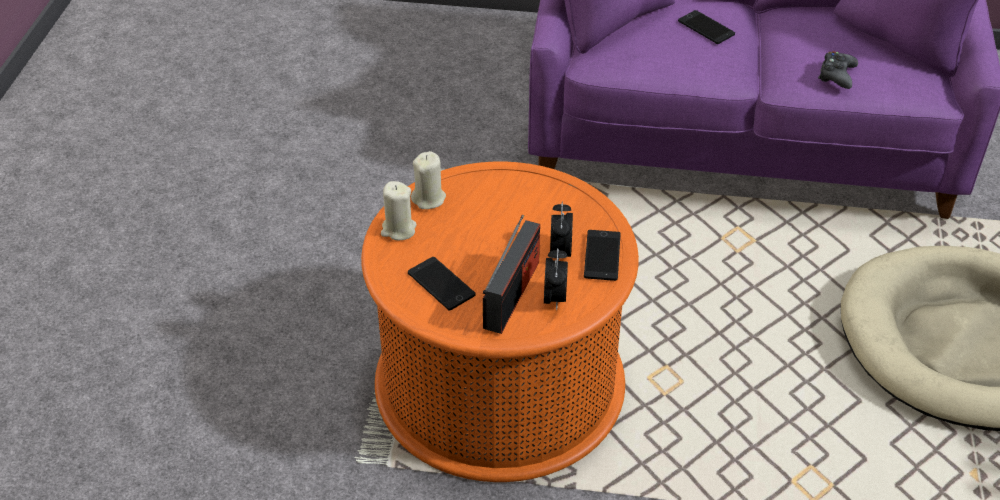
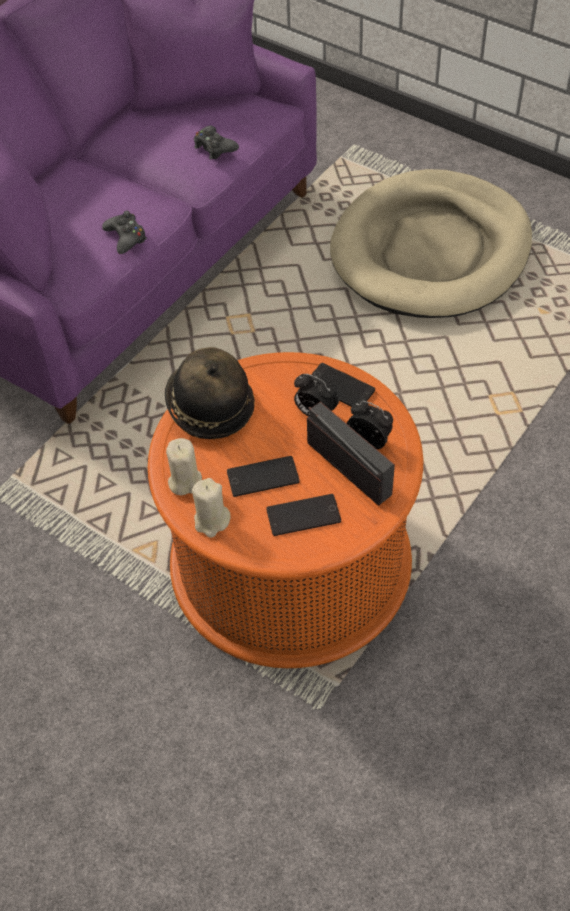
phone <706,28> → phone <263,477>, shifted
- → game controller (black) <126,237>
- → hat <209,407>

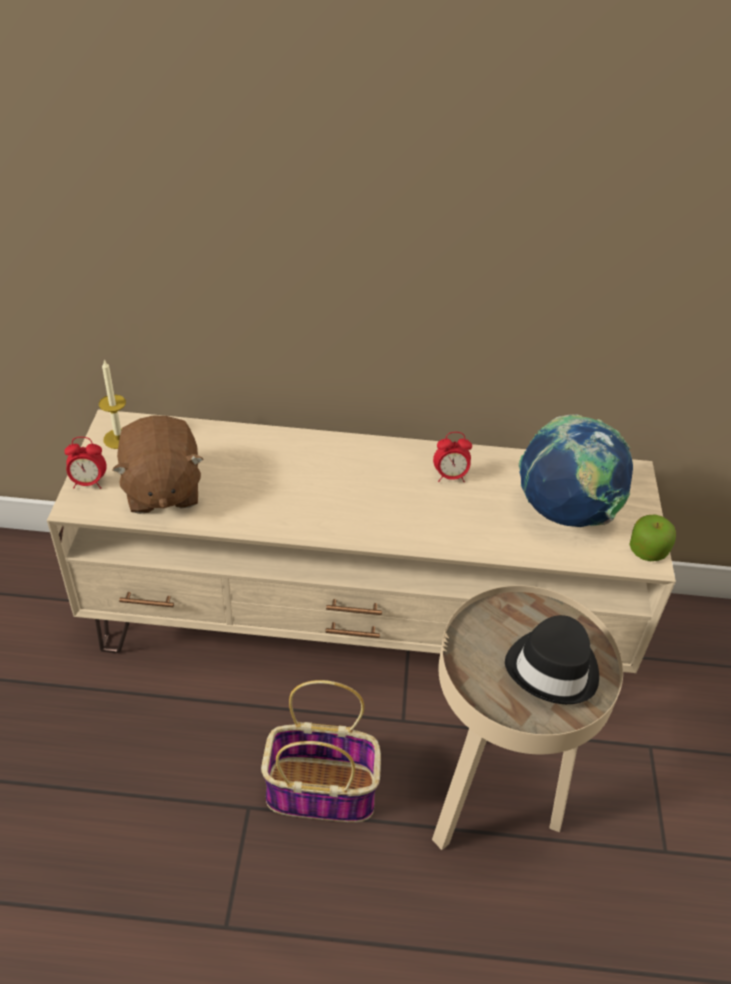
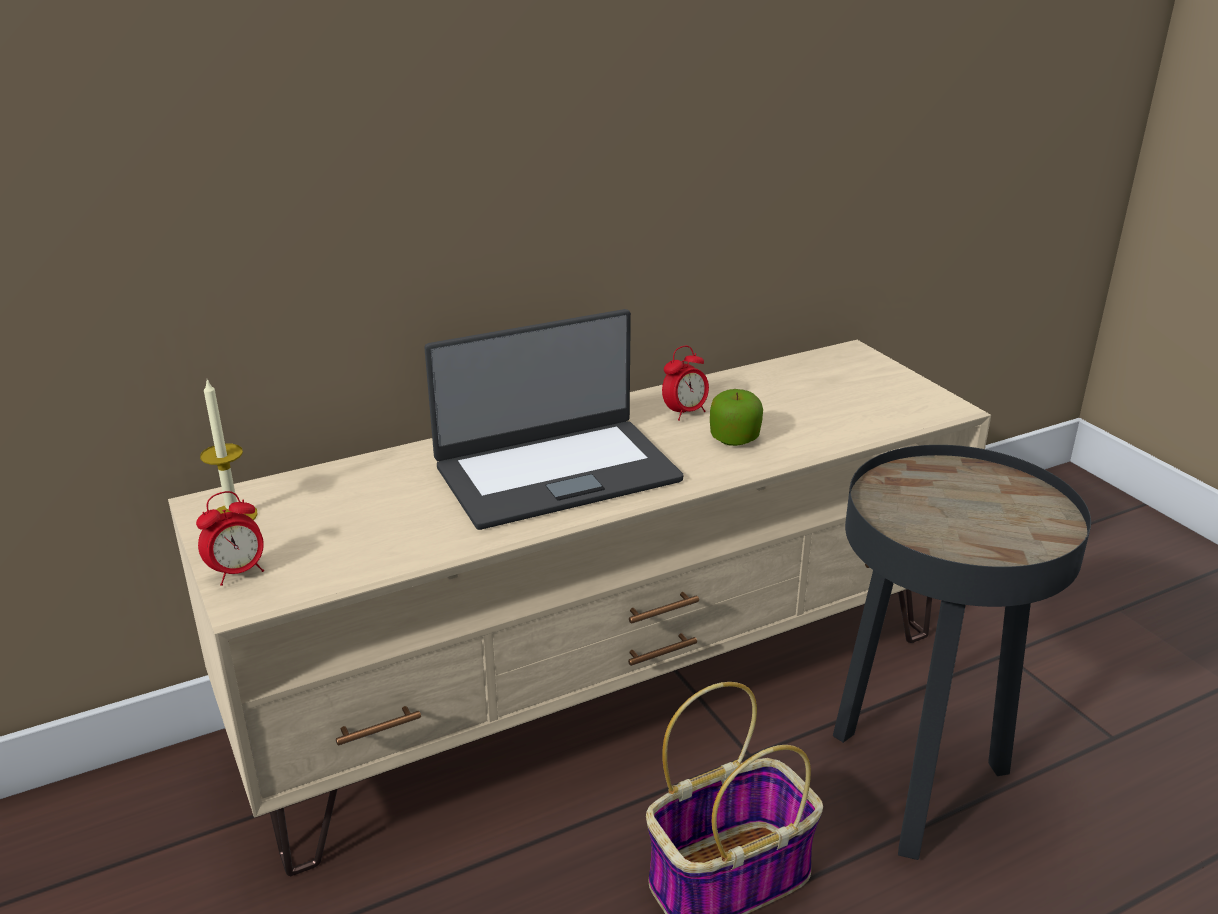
globe <565,513> → -
plush toy (brown) <161,489> → -
apple <647,550> → apple <734,438>, shifted
side table (beige) <490,802> → side table (black) <916,785>
hat (black) <553,668> → -
- → laptop <556,472>

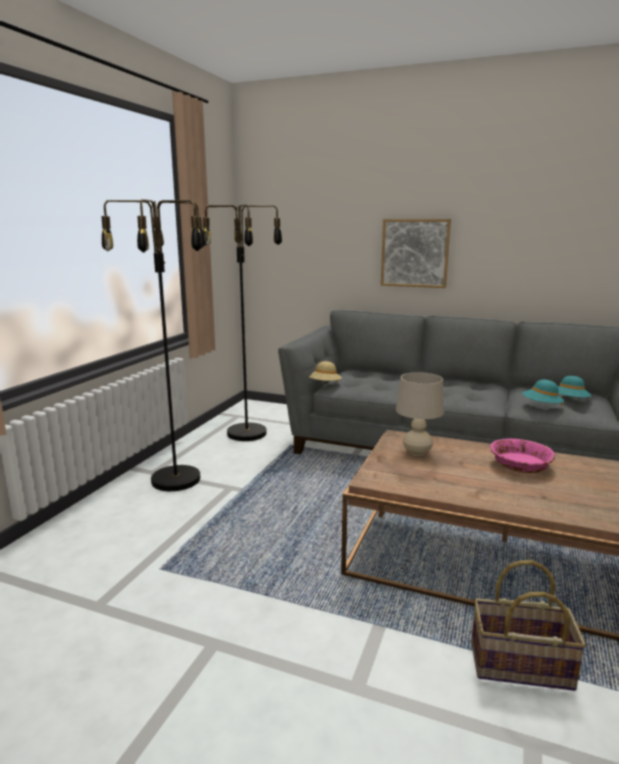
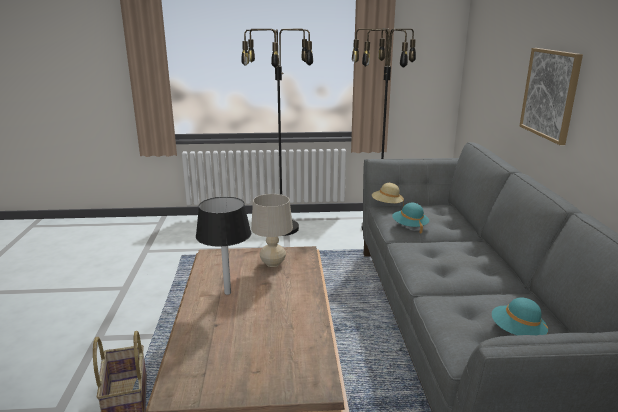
hat (turquoise) <541,406> → hat (turquoise) <409,226>, shifted
bowl (pink) <520,465> → -
- → table lamp (black) <227,293>

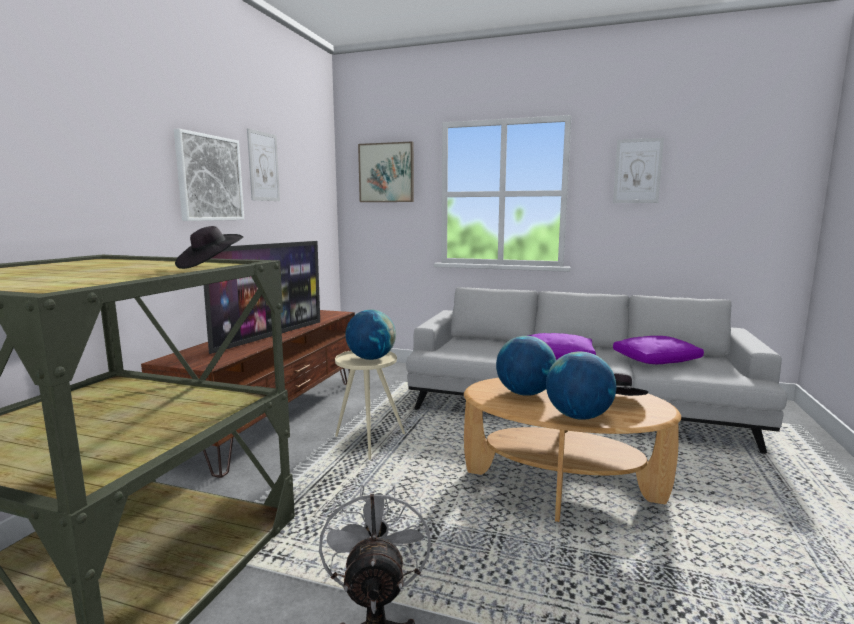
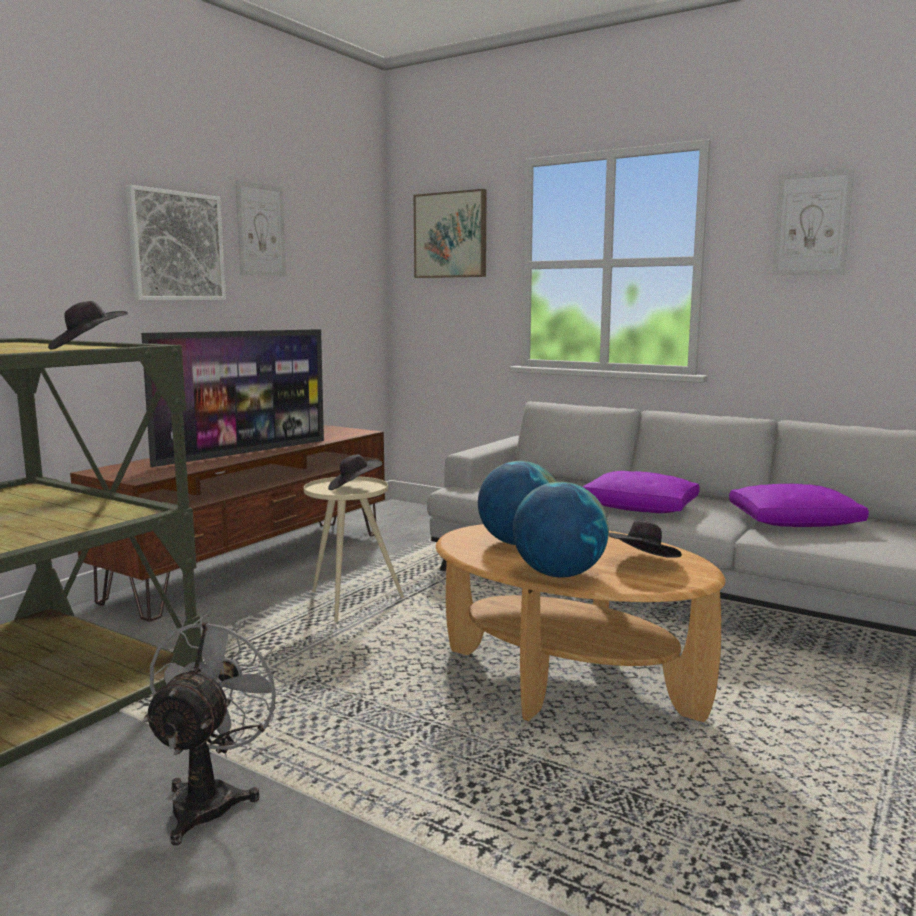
globe <371,358> → hat (black) <354,488>

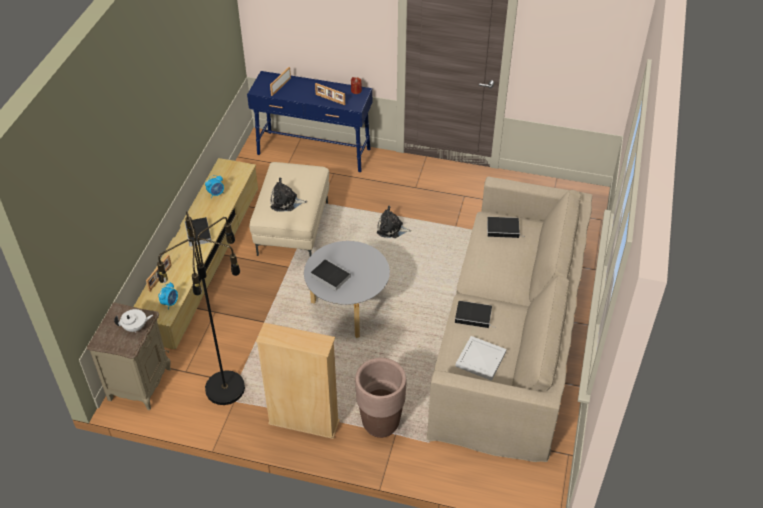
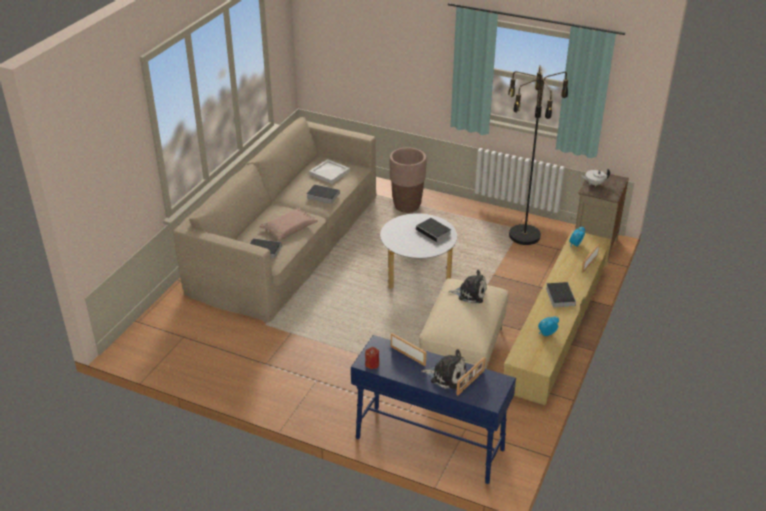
plush toy <391,229> → plush toy <446,376>, shifted
bookcase (beige) <304,422> → -
- → pillow (beige) <289,227>

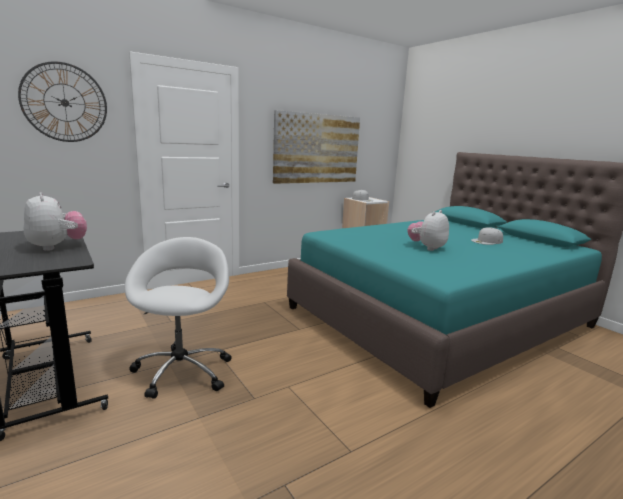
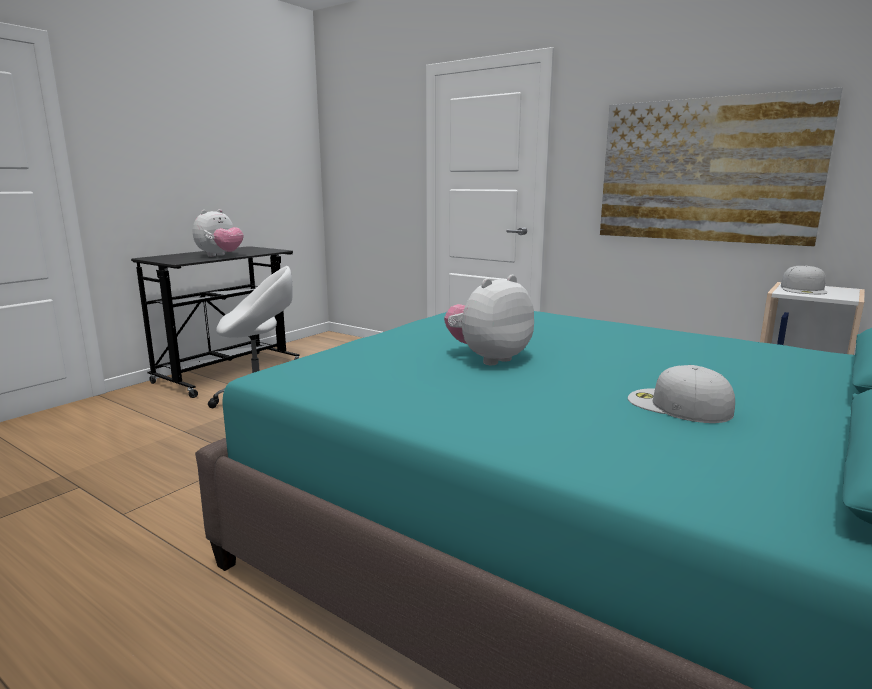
wall clock <64,102> → -
plush toy <427,248> → plush toy <488,359>, 60 degrees counterclockwise

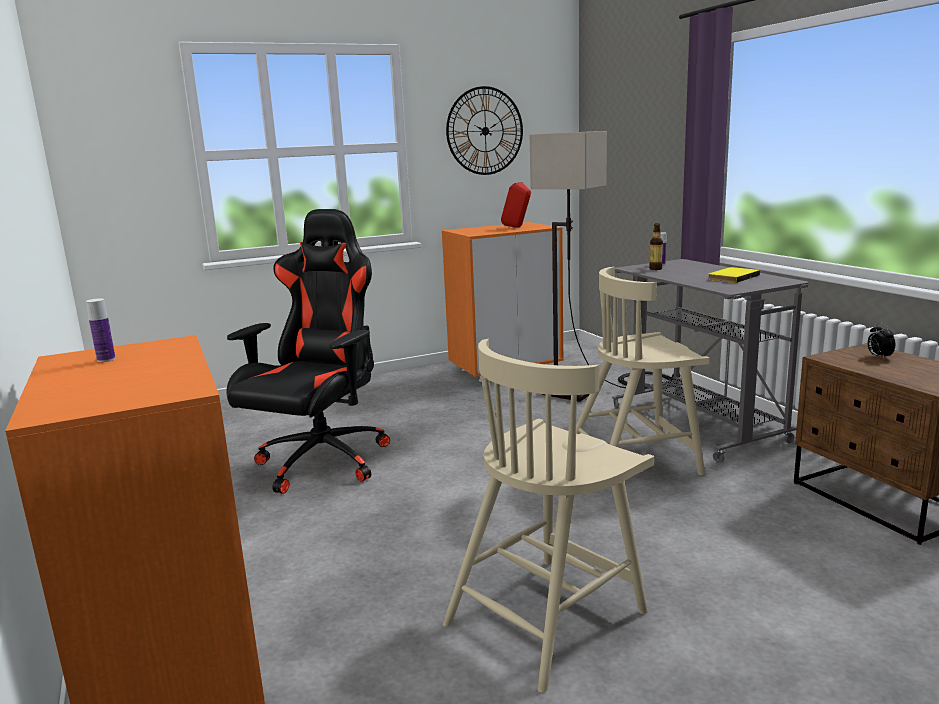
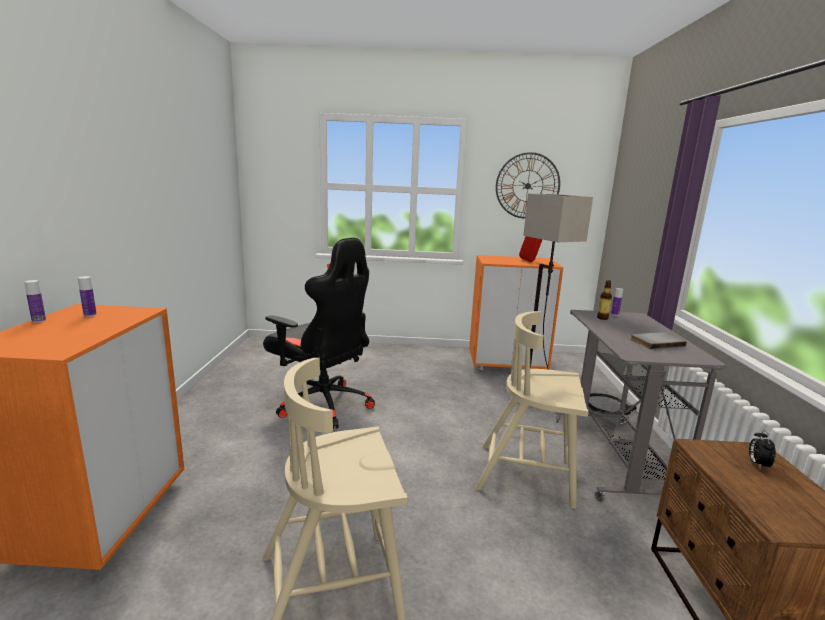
office chair (black) <317,466> → office chair (black) <318,402>, 75 degrees clockwise
book (yellow) <731,277> → book (grey) <655,342>
- → bottle <39,321>

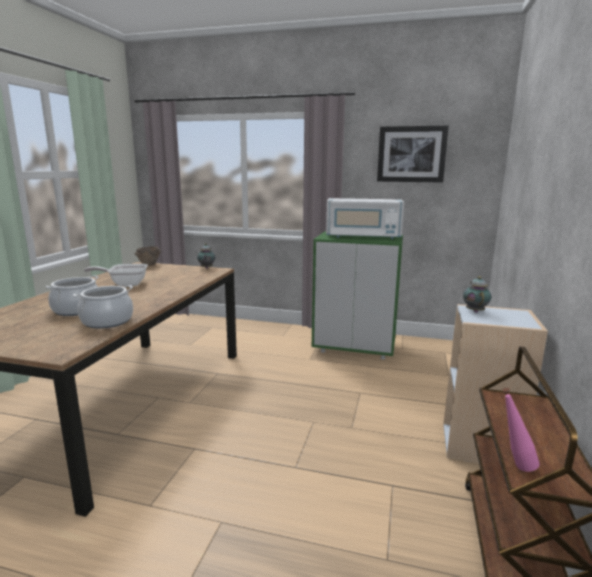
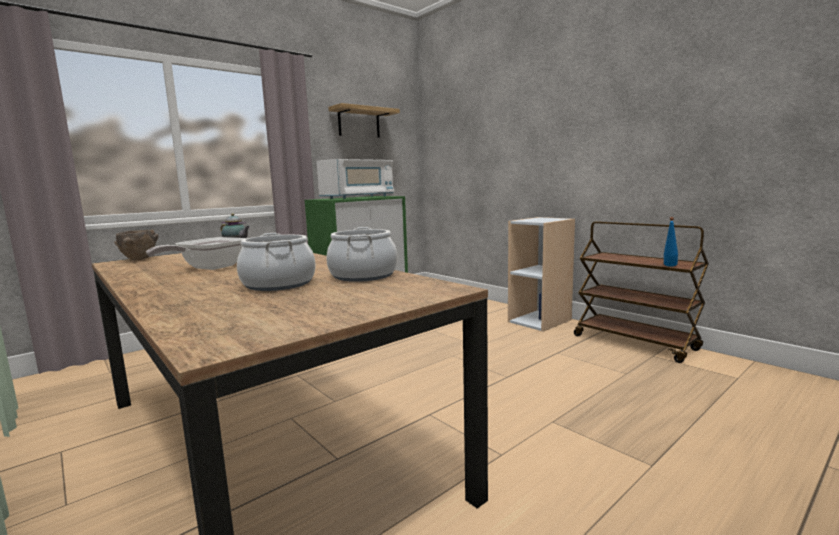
picture <411,154> → shelf <359,123>
teapot <474,311> → -
bottle (pink) <513,466> → bottle (blue) <669,266>

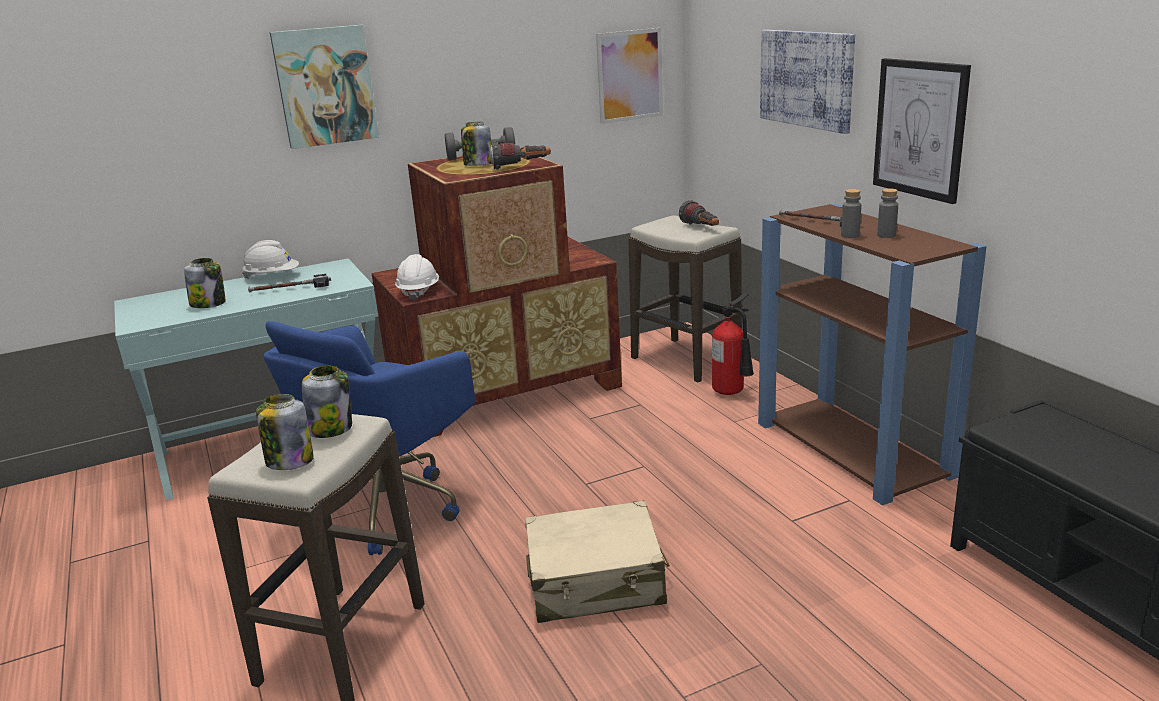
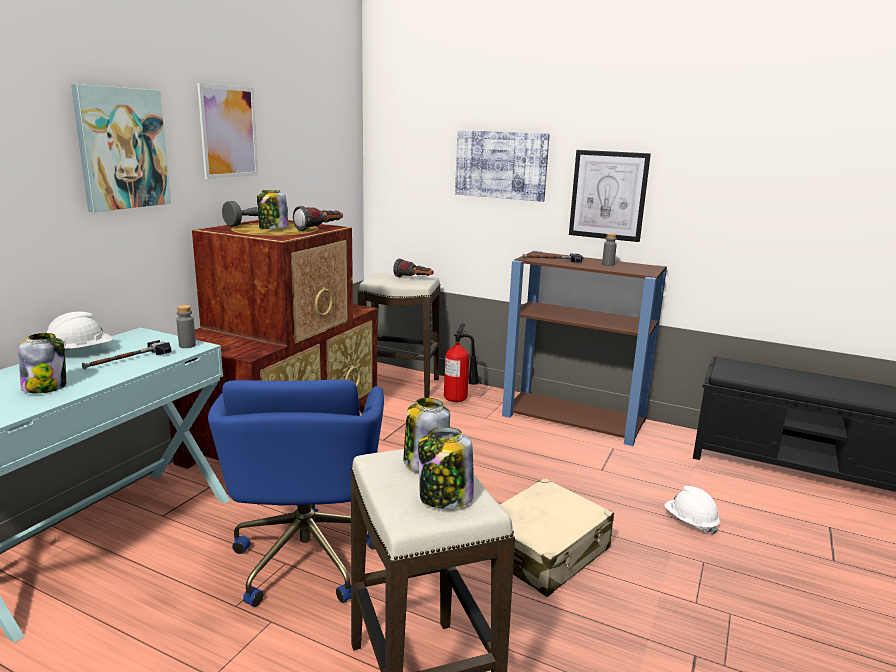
picture <630,75> → picture <229,132>, shifted
bottle (grey) <850,235> → bottle (grey) <187,345>, shifted
hard hat (white) <418,292> → hard hat (white) <690,522>, shifted

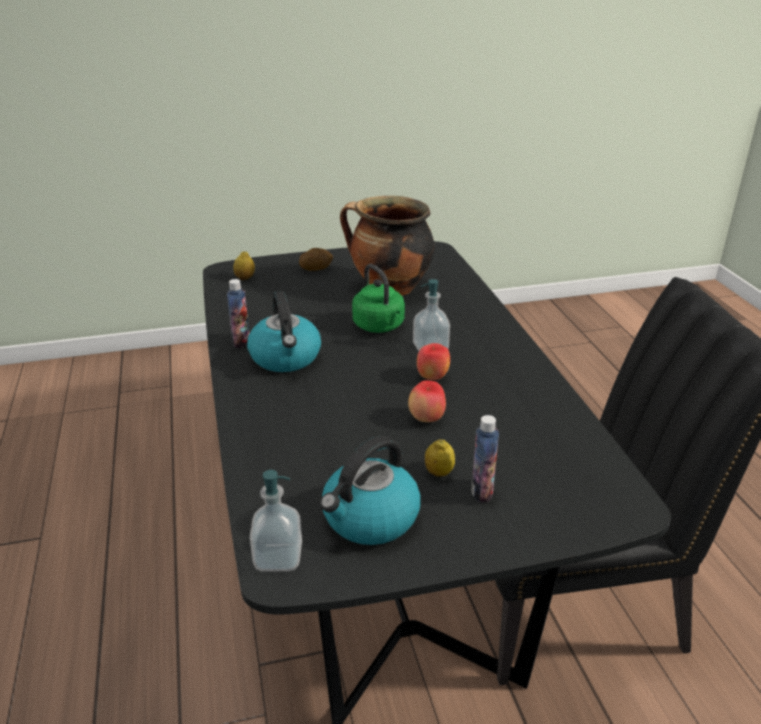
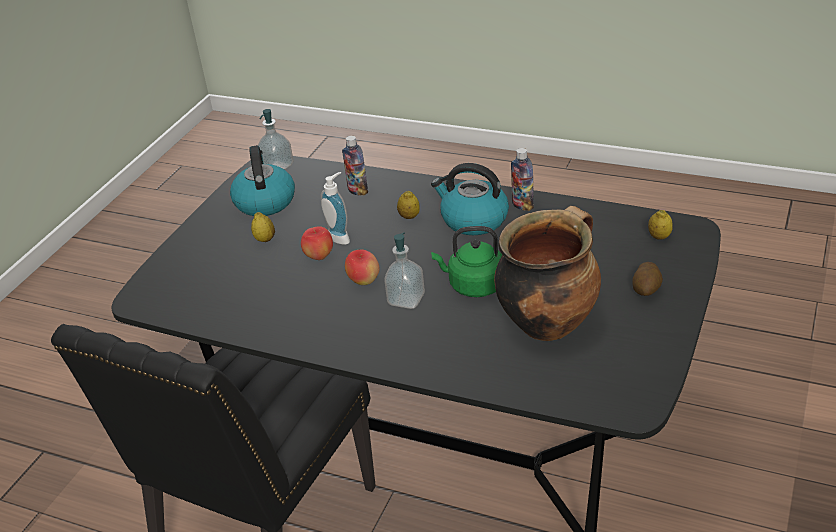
bottle <482,491> → bottle <358,191>, shifted
- → soap dispenser <341,237>
- → lemon <409,217>

